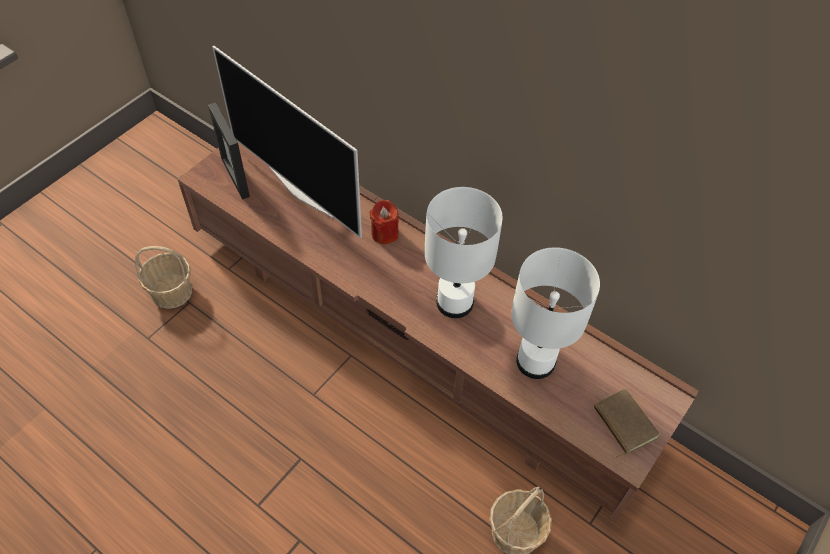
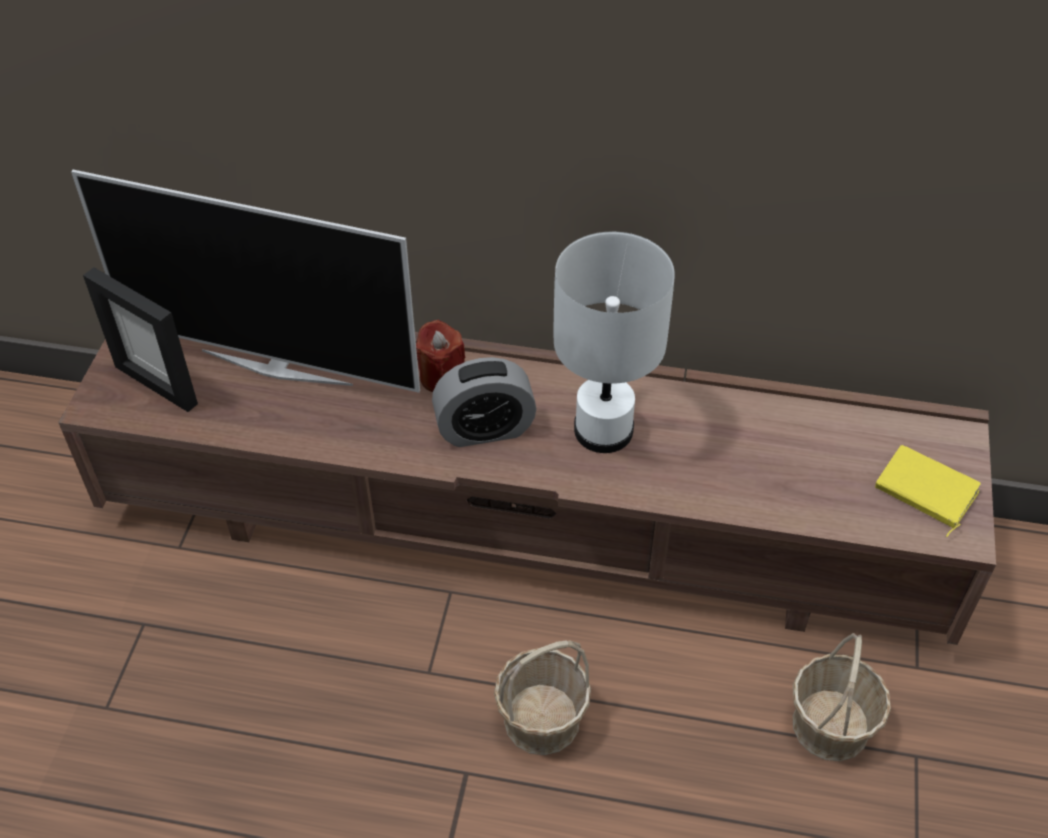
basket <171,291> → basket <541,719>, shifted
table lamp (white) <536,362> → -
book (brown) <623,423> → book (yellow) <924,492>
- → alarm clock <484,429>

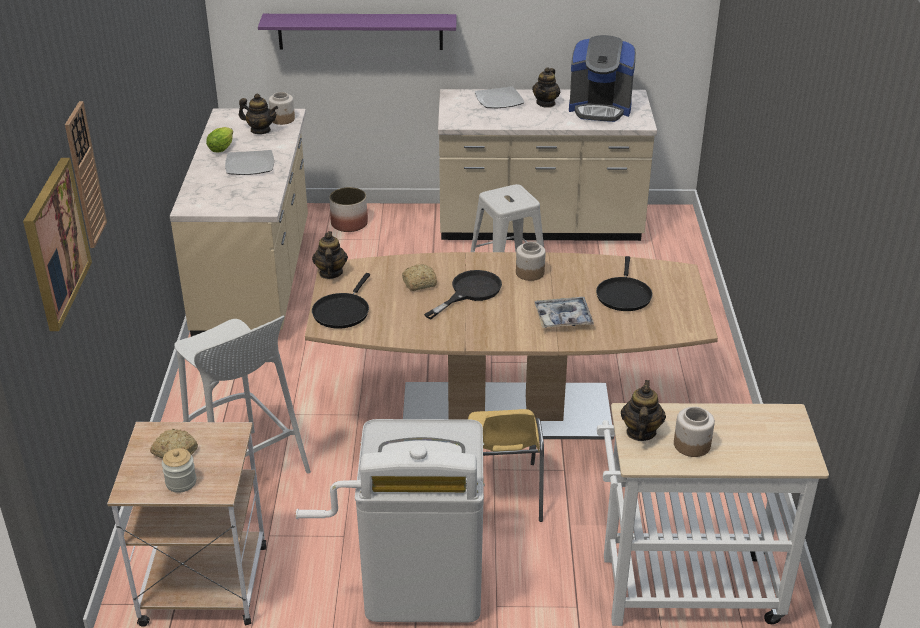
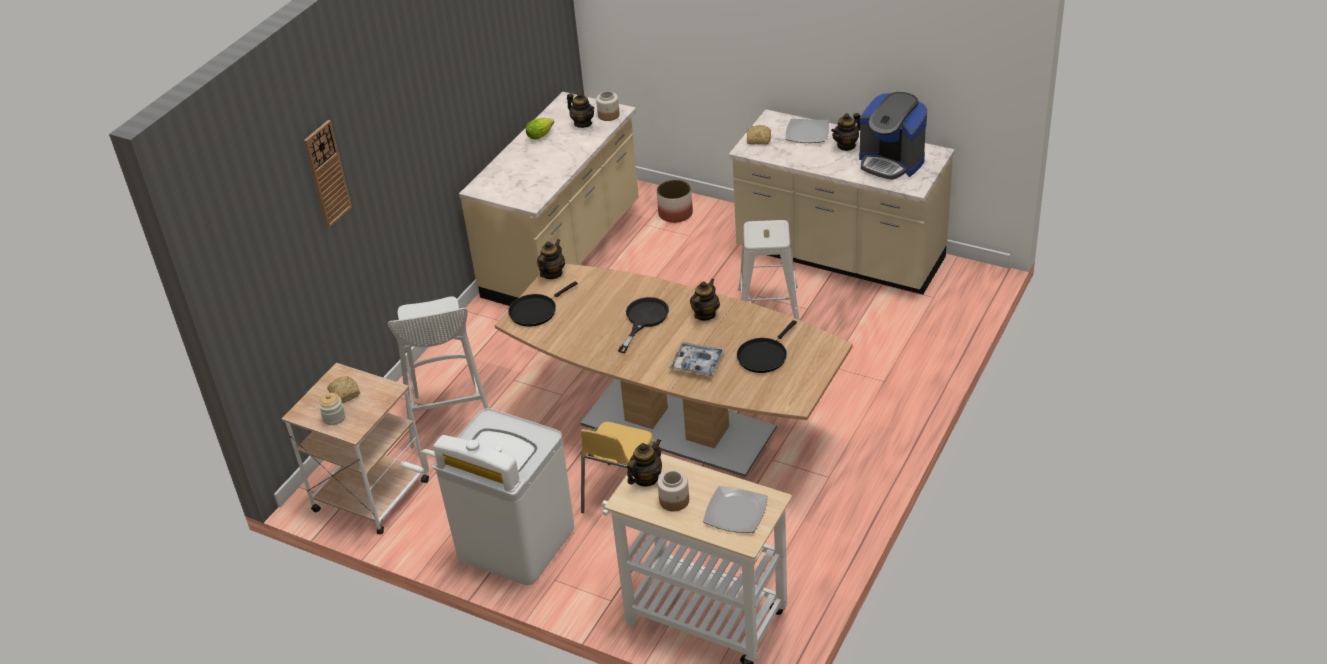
shelf (purple) <360,31> → -
plate <250,165> → plate <736,512>, shifted
picture <55,243> → -
jar <529,273> → teapot <705,314>
bread <418,283> → bread <758,140>, shifted
frying pan (black) <470,292> → frying pan (black) <643,320>, 45 degrees counterclockwise

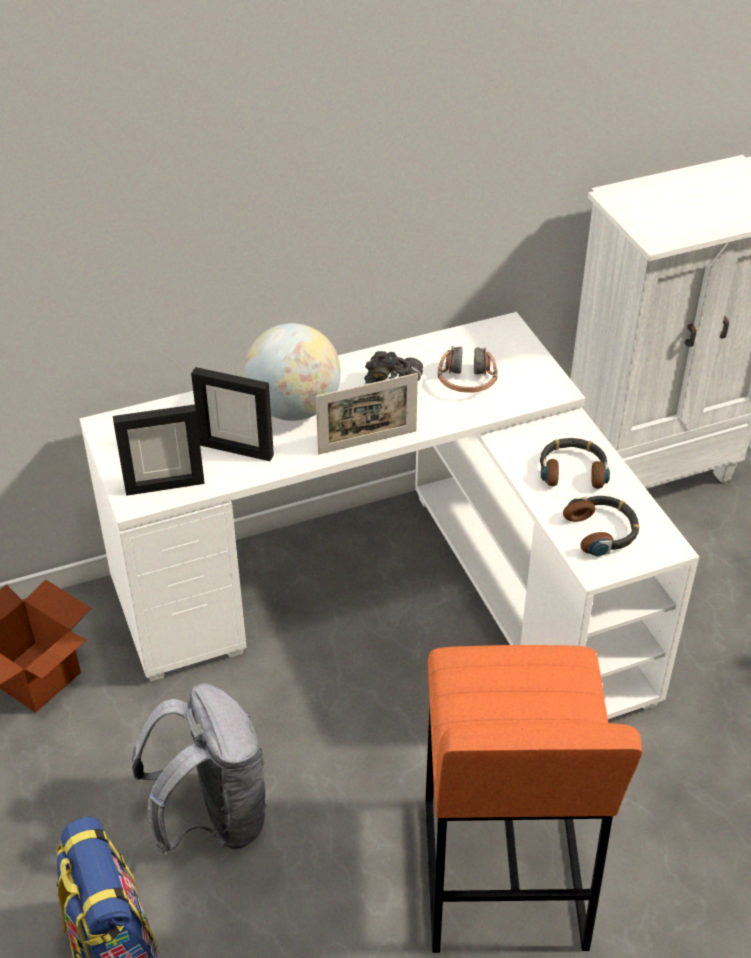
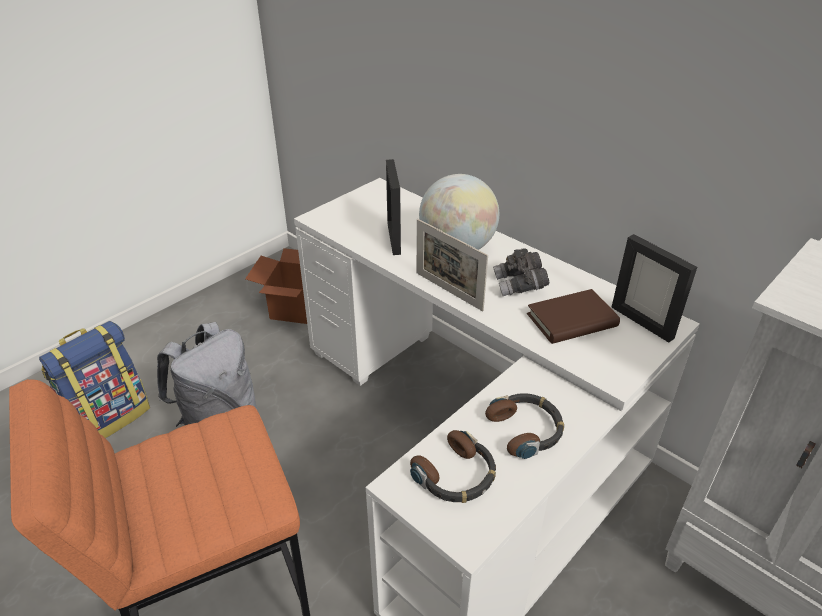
headphones <467,381> → book (brown) <572,320>
picture frame <164,485> → picture frame <642,322>, shifted

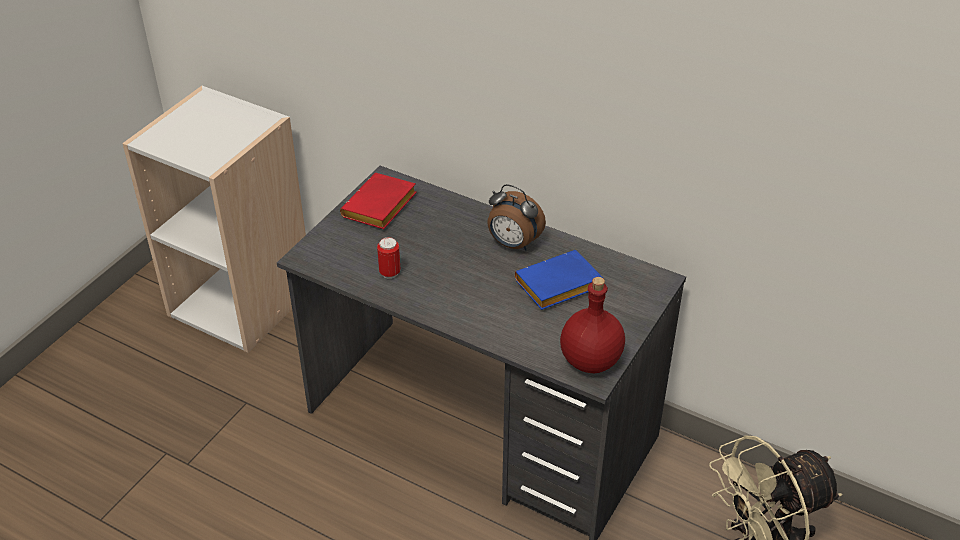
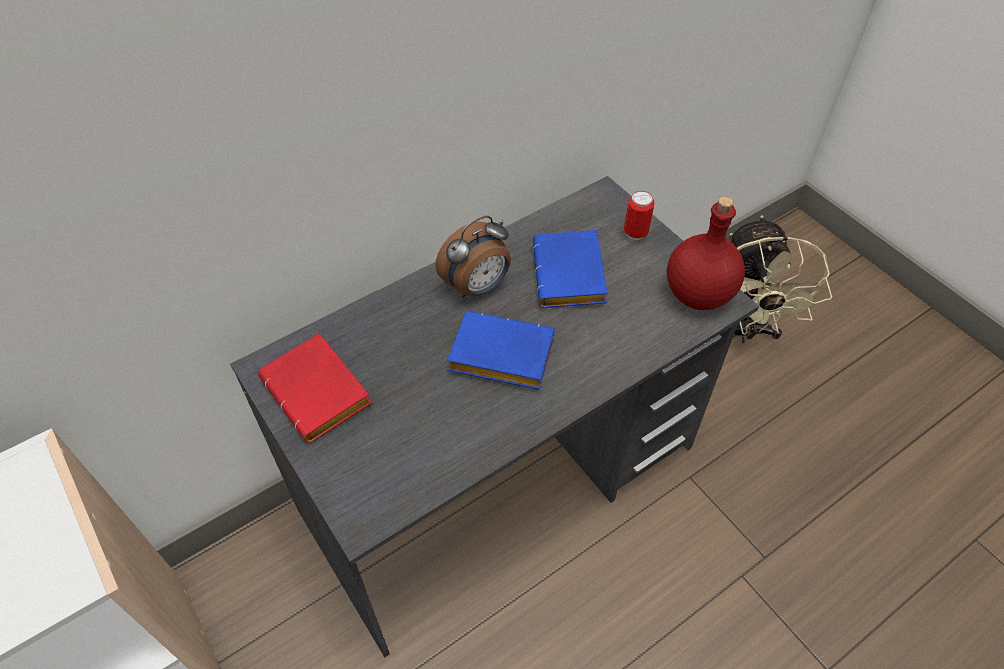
can <390,273> → can <635,233>, shifted
- → book (blue) <498,357>

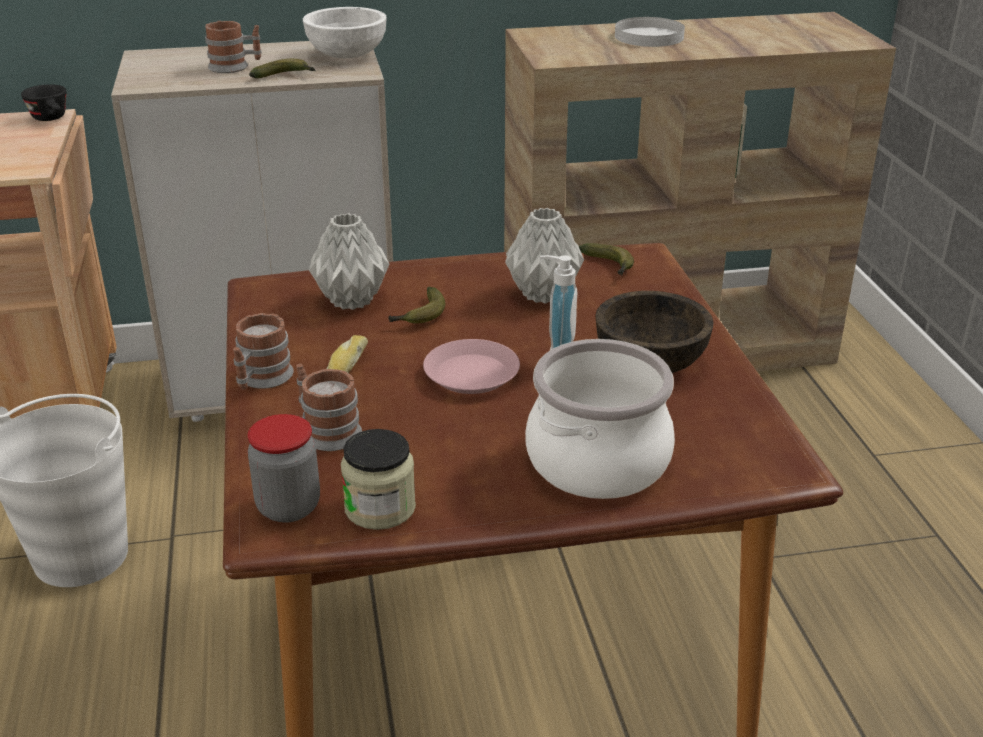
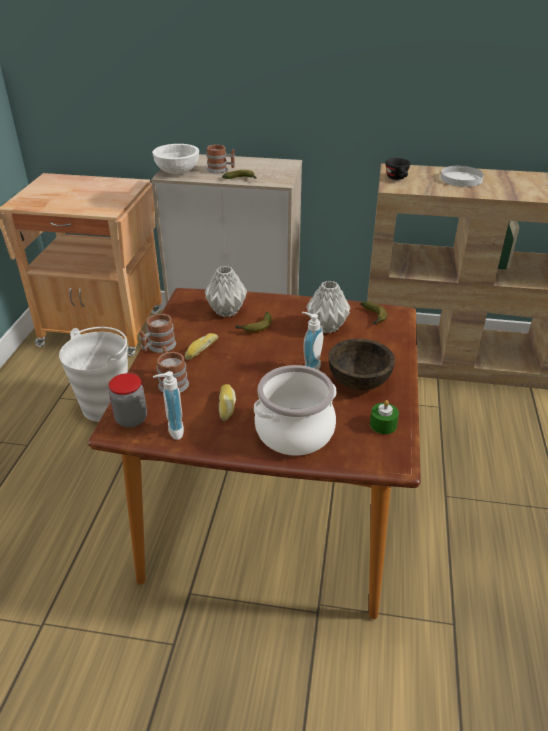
bowl (white) <346,55> → bowl (white) <177,172>, shifted
cup (black) <52,119> → cup (black) <398,178>, shifted
plate (pink) <471,374> → -
jar <380,508> → soap dispenser <172,430>
- → bread <227,406>
- → candle (green) <383,425>

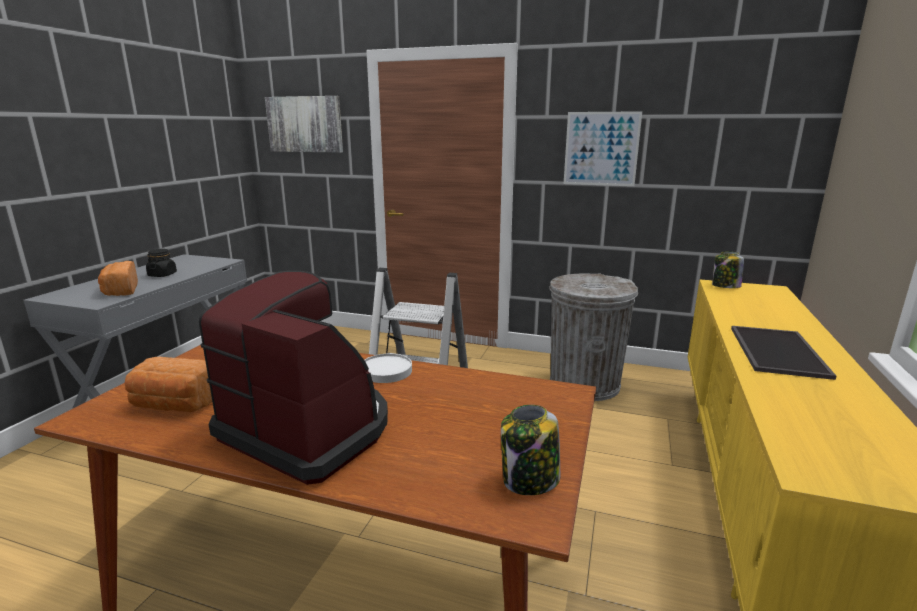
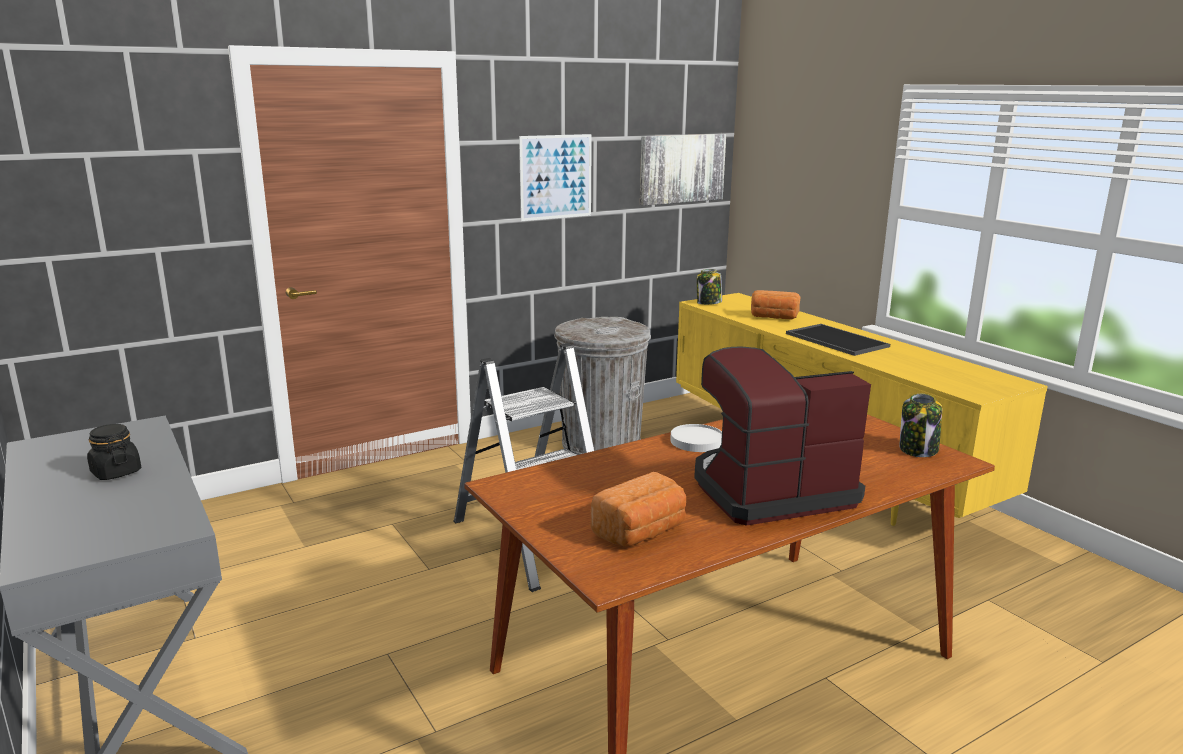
picture <305,124> → picture <681,168>, shifted
bread <120,291> → bread <773,317>, shifted

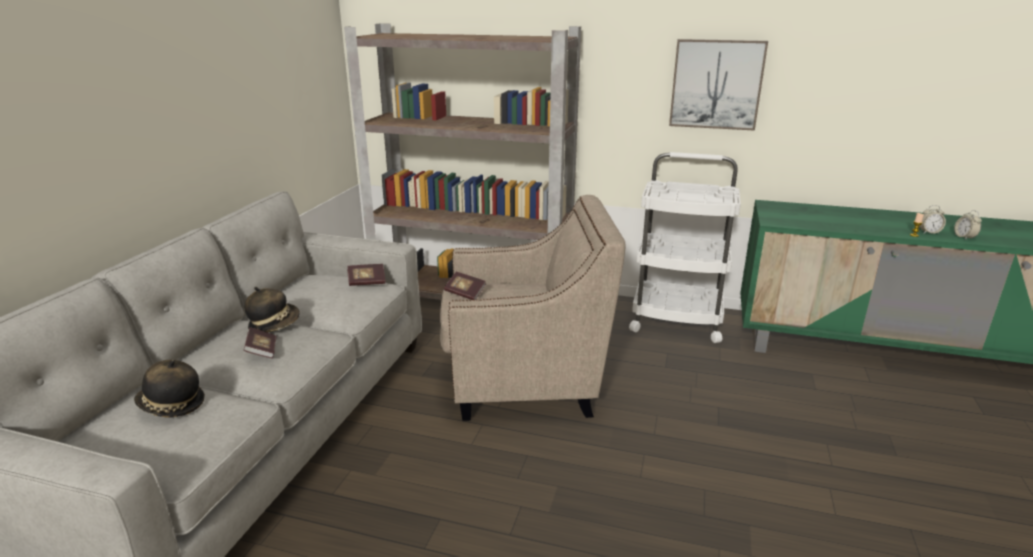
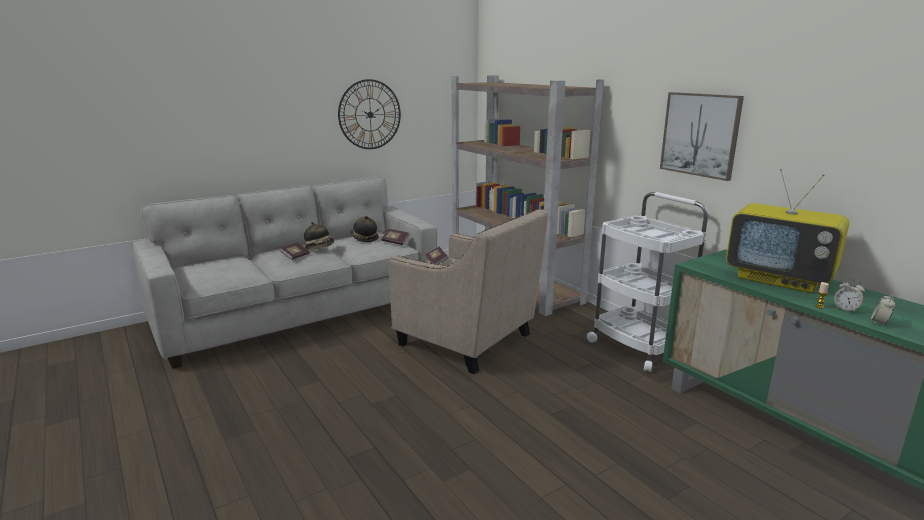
hat <171,406> → hat <364,239>, shifted
- → wall clock <370,114>
- → television <779,279>

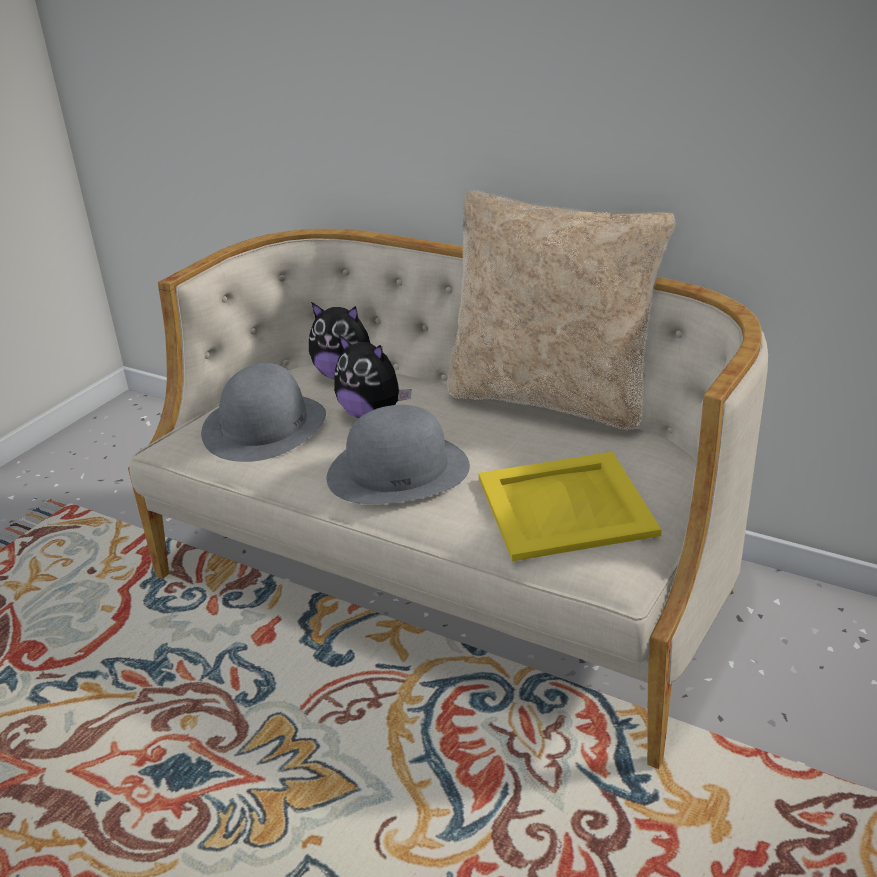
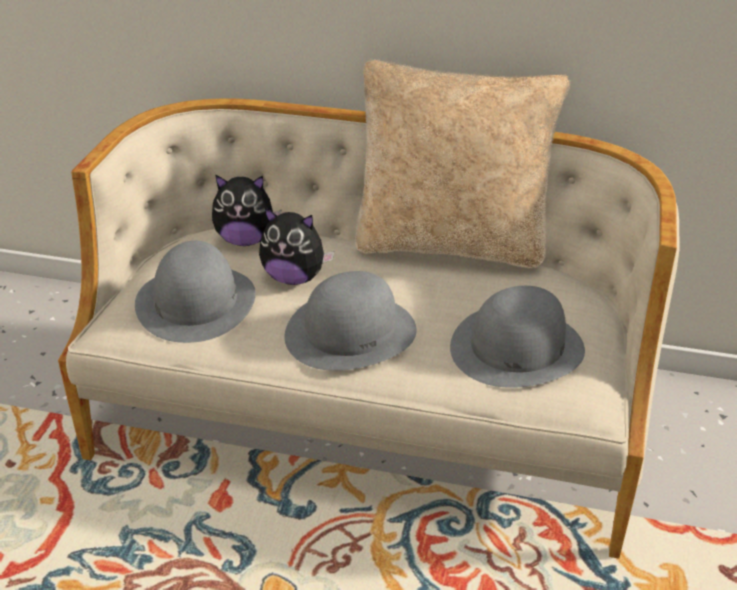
tray (yellow) <564,507> → hat (grey) <516,348>

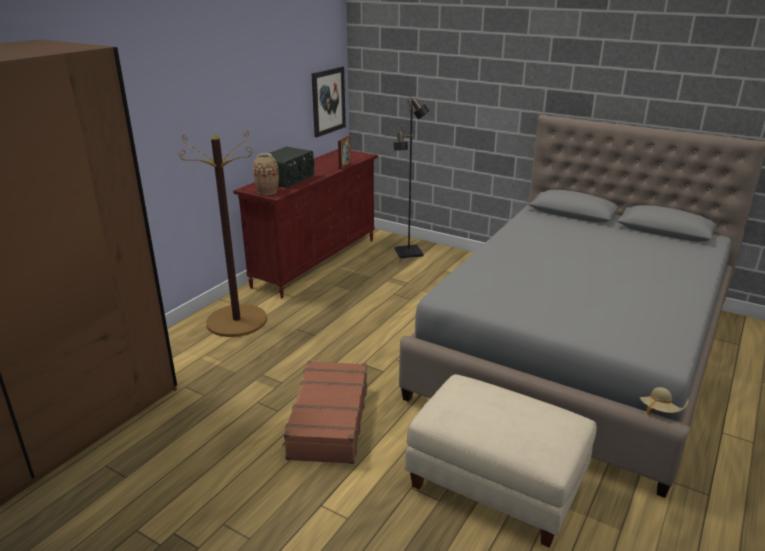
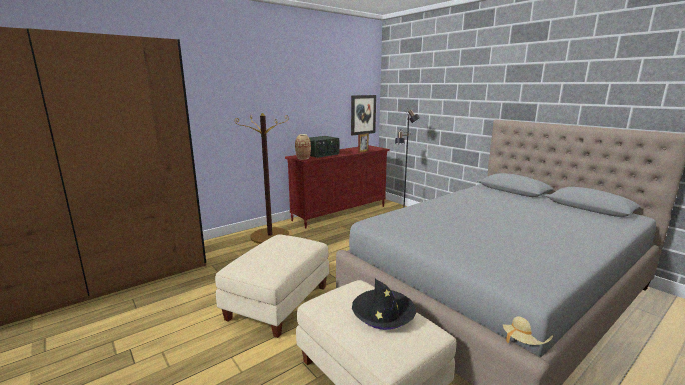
suitcase (brown) <328,421> → ottoman (beige) <279,303>
- → hat (black) <383,314>

